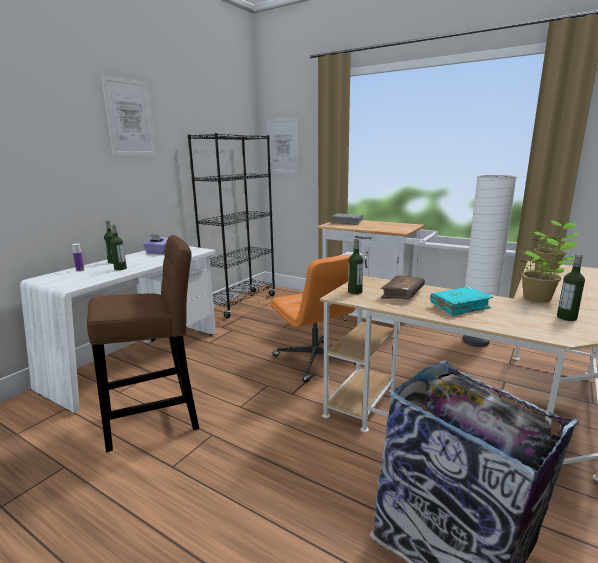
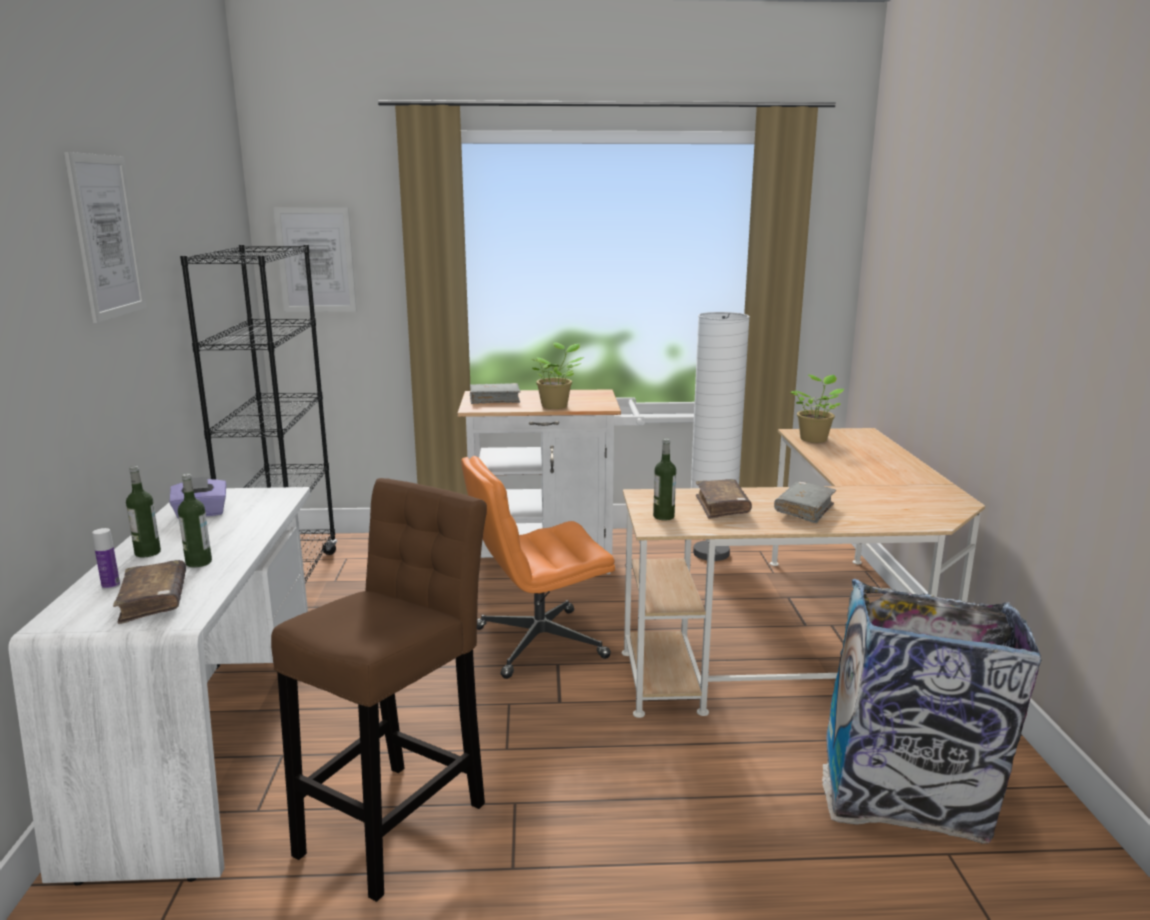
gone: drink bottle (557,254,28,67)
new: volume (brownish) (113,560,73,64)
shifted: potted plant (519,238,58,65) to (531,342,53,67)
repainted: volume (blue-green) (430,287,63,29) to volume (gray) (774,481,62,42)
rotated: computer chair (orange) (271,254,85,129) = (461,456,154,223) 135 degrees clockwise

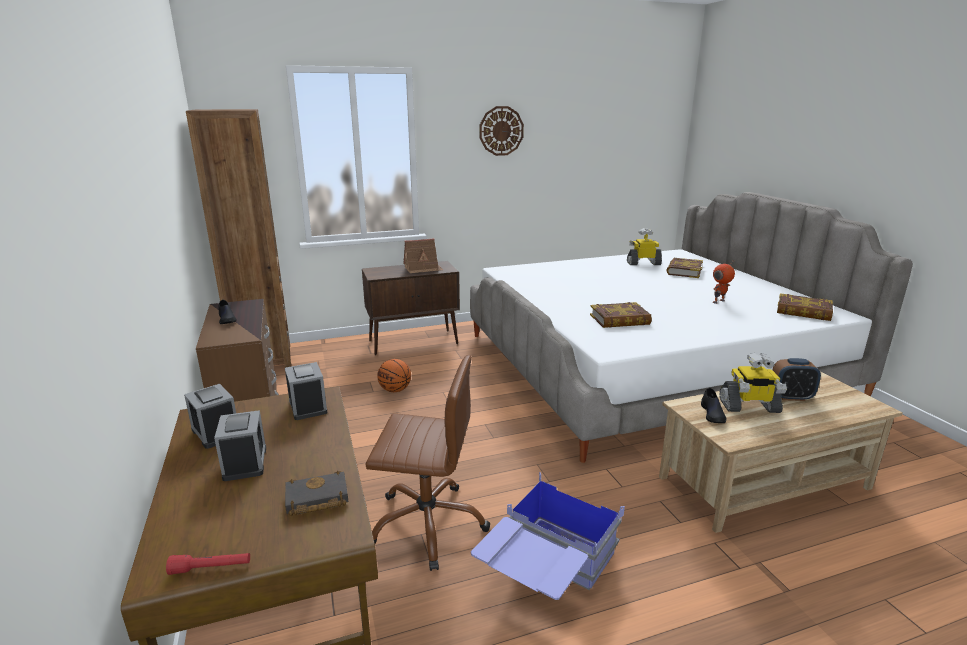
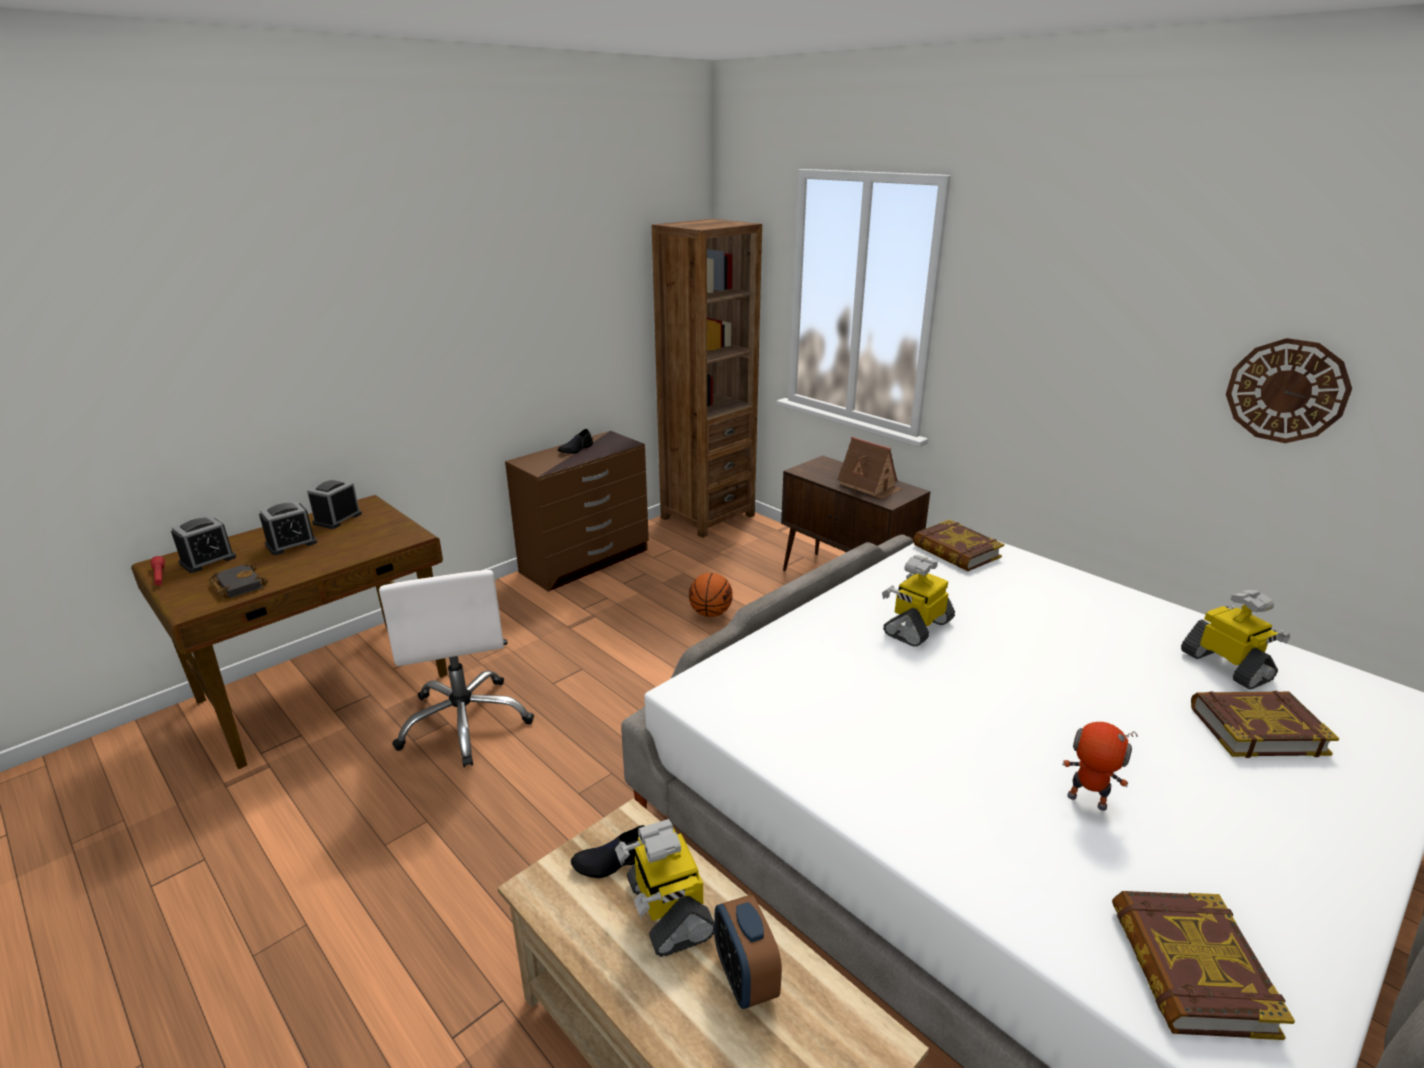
gone: storage box (blue-coloured) (471,472,154,128)
new: model robot (882,555,73,92)
shifted: table clock (285,362,42,58) to (171,516,65,57); clock on the wall (480,106,44,50) to (1226,338,126,105); volume (590,302,62,26) to (913,519,91,52)
repainted: computer chair (brownish) (366,355,124,216) to computer chair (white) (379,570,155,197)

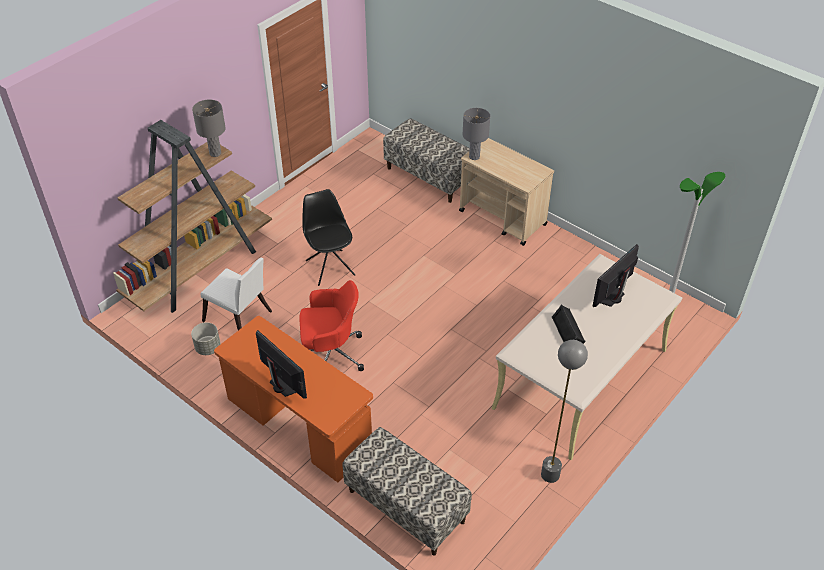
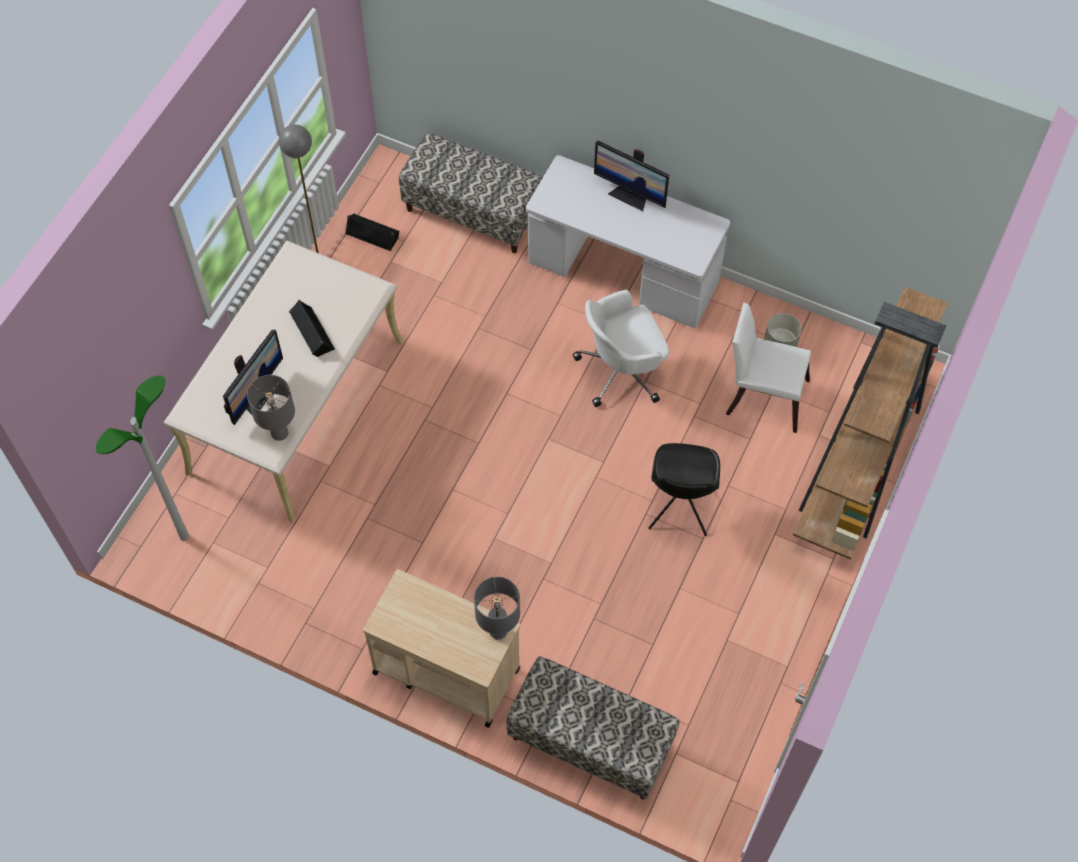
new: loudspeaker (black) (345,214,55,37)
shifted: lamp for a table (gray) (192,99,34,58) to (247,375,48,66)
repainted: desk table (orange) (214,316,159,167) to desk table (white) (526,155,204,173); computer chair (red) (299,280,65,91) to computer chair (white) (573,290,96,117)
rotated: upright chair (black) (302,189,54,97) = (648,443,72,93) 45 degrees clockwise

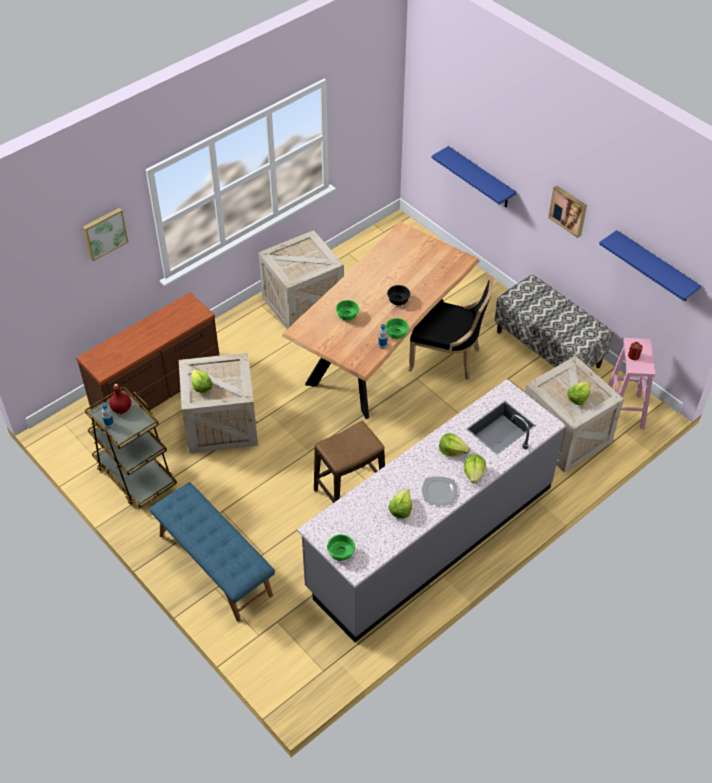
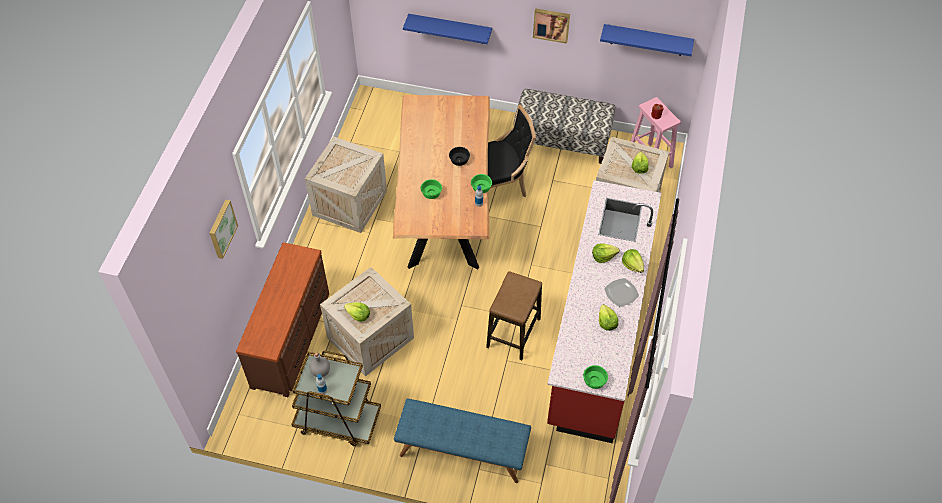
repainted: drink bottle (red) (109,384,22,30) to drink bottle (gray) (310,352,20,25); counter (gray) (297,379,269,263) to counter (red) (547,180,114,263)

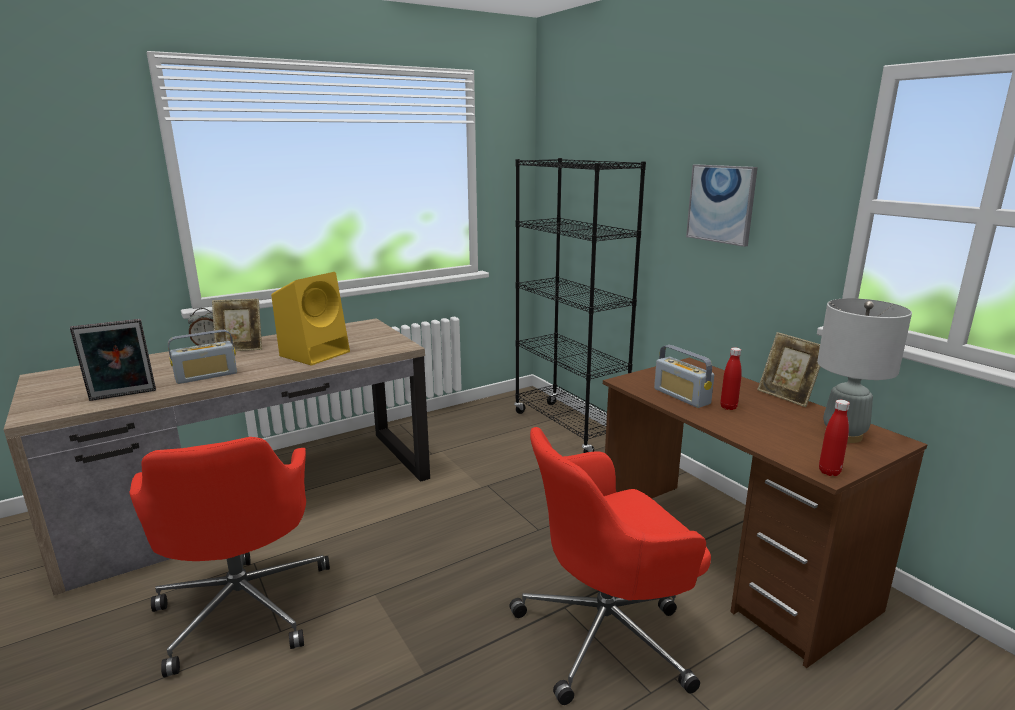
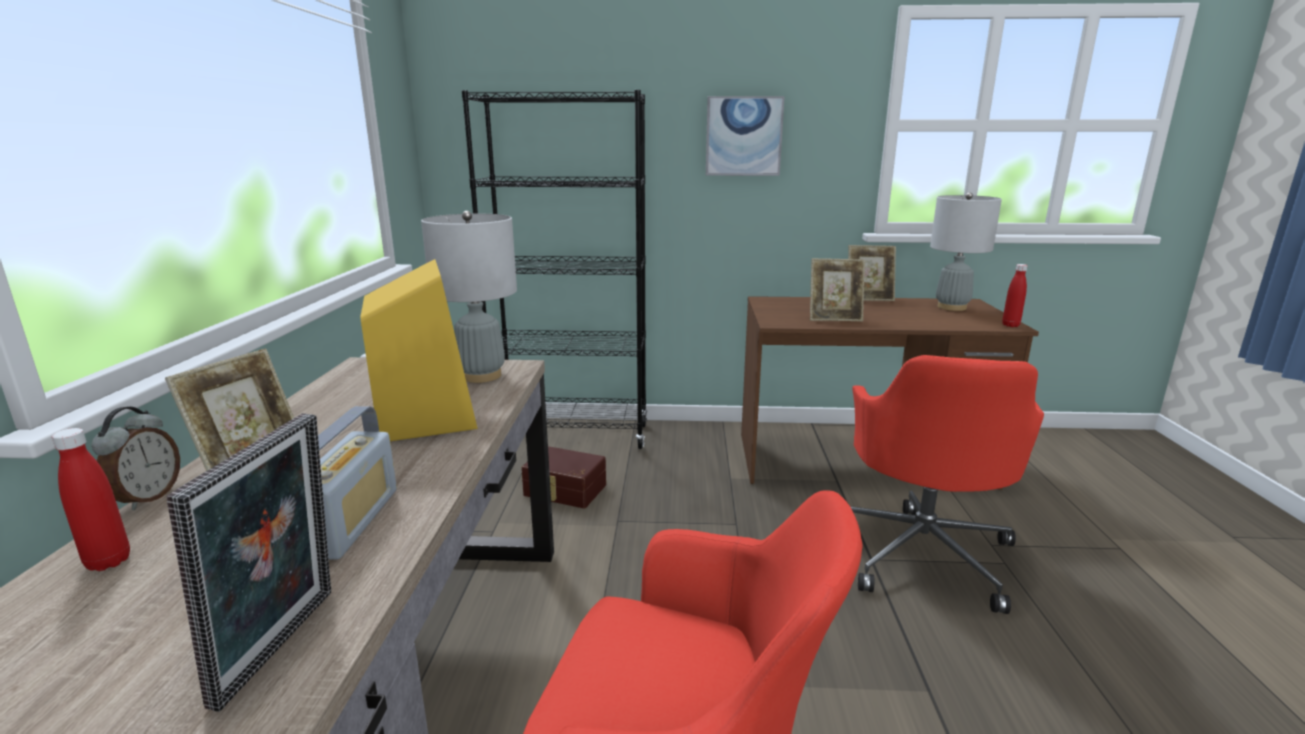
new: lamp for a table (gray) (421,211,96,172); storage box (brownish) (521,446,85,62)
shifted: drink bottle (red) (720,348,22,62) to (52,428,78,143)
swapped: radio receiver (654,345,60,63) to standing frame (810,258,55,63)

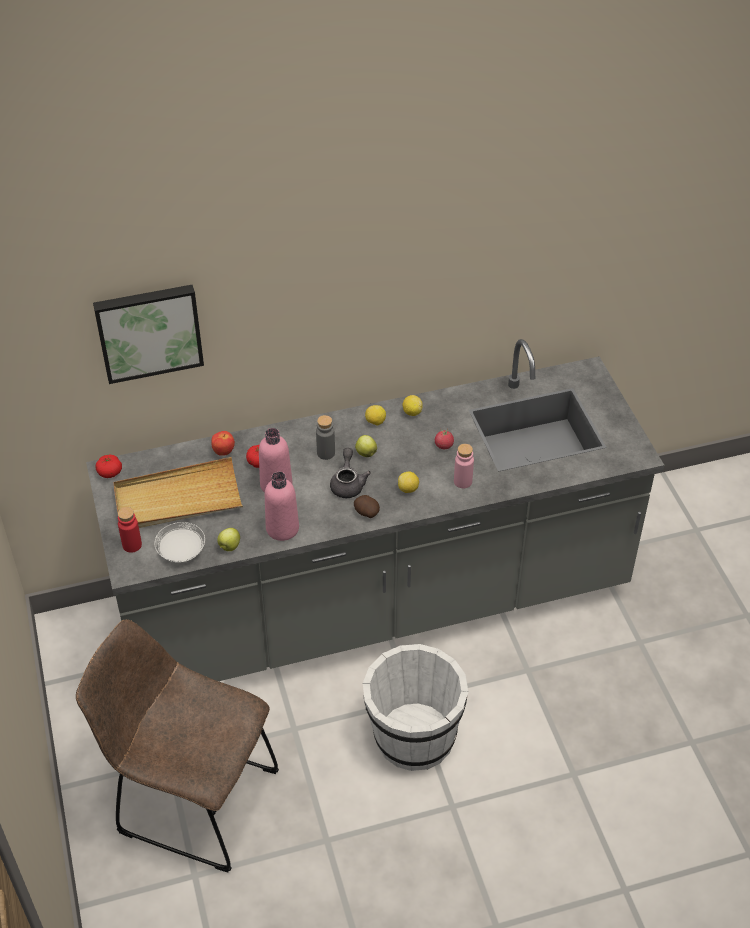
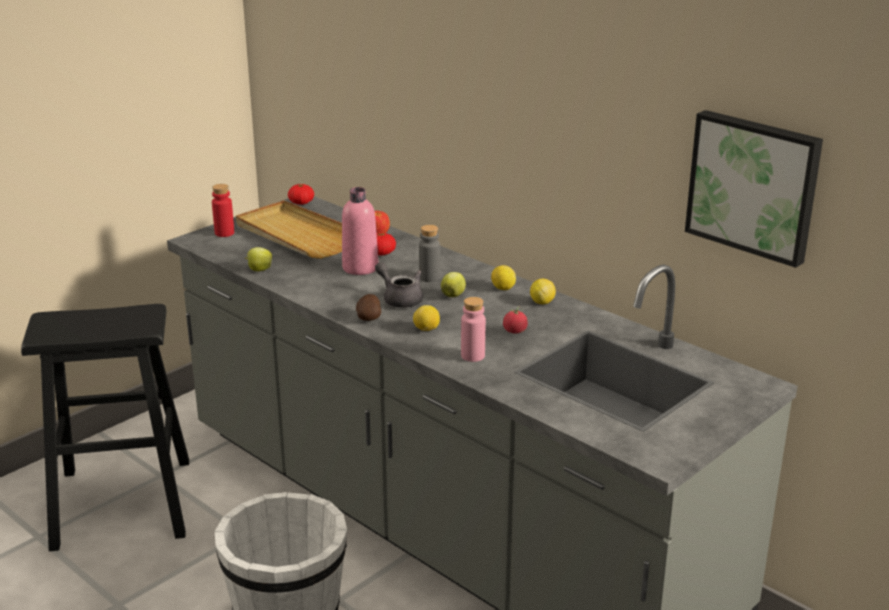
gone: flat dish (white) (155,522,50,40); drink bottle (pinkish) (265,472,34,69)
shifted: wall art (93,285,111,99) to (685,110,138,158)
swapped: upright chair (brownish) (76,619,203,253) to stool seat (black) (21,304,168,247)
rotated: teapot (gray) (330,448,41,50) = (375,262,48,46) 105 degrees counterclockwise

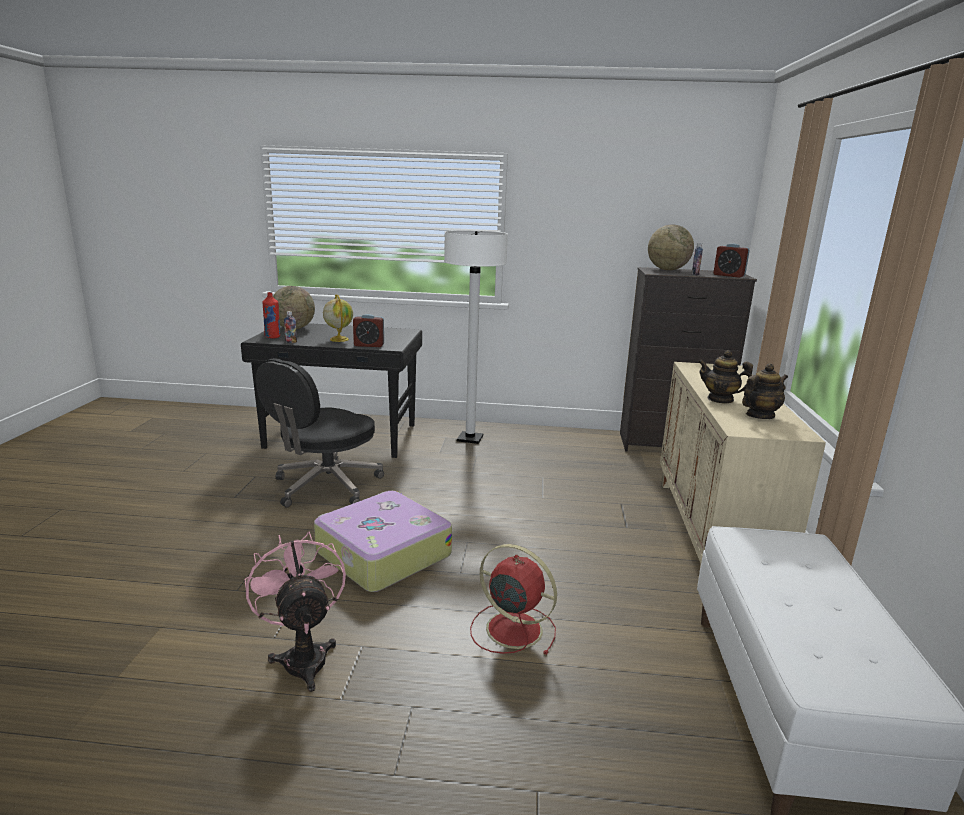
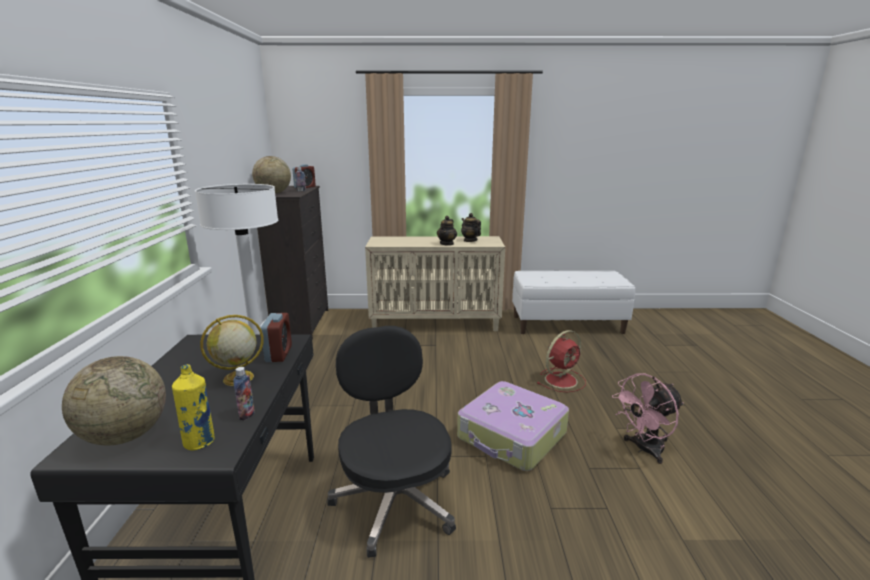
repainted: drink bottle (red) (262,292,18,47) to drink bottle (yellow) (172,364,43,87)
rotated: computer chair (black) (256,358,128,150) = (327,326,129,232) 135 degrees counterclockwise; cooling fan (red) (470,544,87,111) = (537,330,49,63) 150 degrees counterclockwise

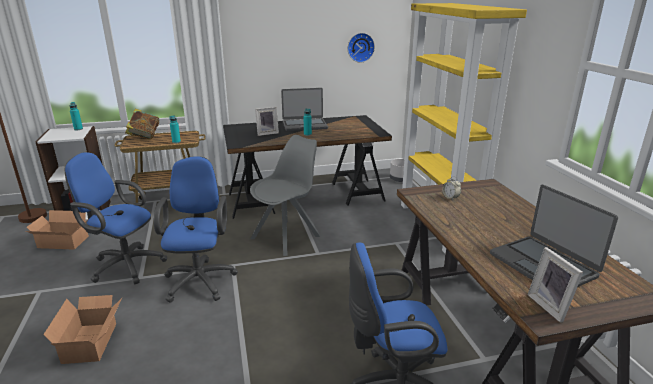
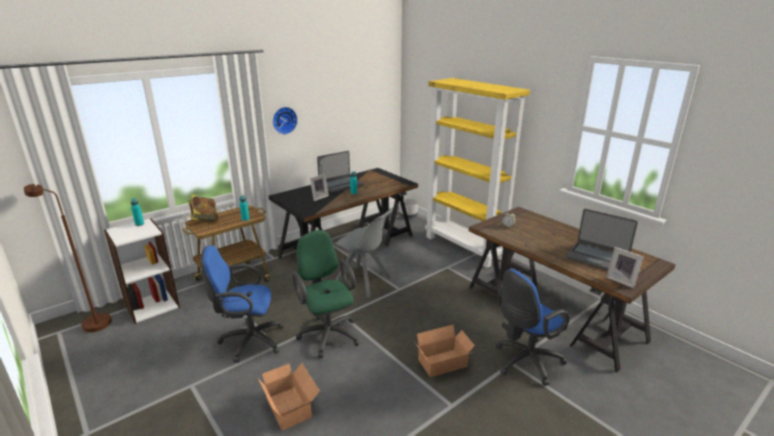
shifted: carton (26,210,63,40) to (415,325,60,53); clock on the wall (348,33,27,29) to (273,107,25,27)
repainted: computer chair (blue-coloured) (154,156,84,147) to computer chair (green) (292,230,68,128)
rotated: upright chair (gray) (250,135,70,121) = (334,208,58,90) 105 degrees clockwise

